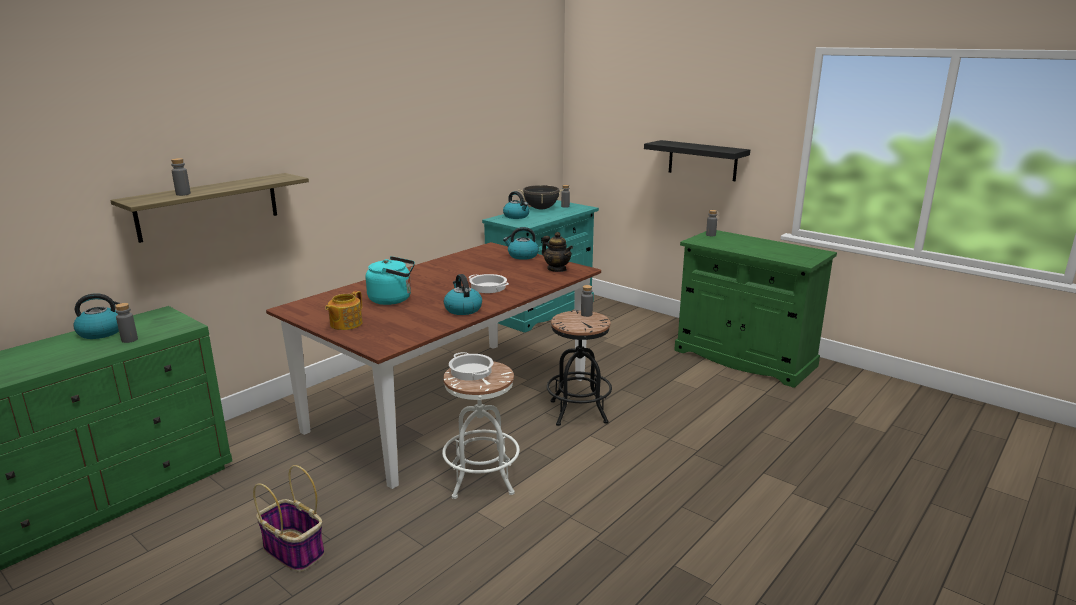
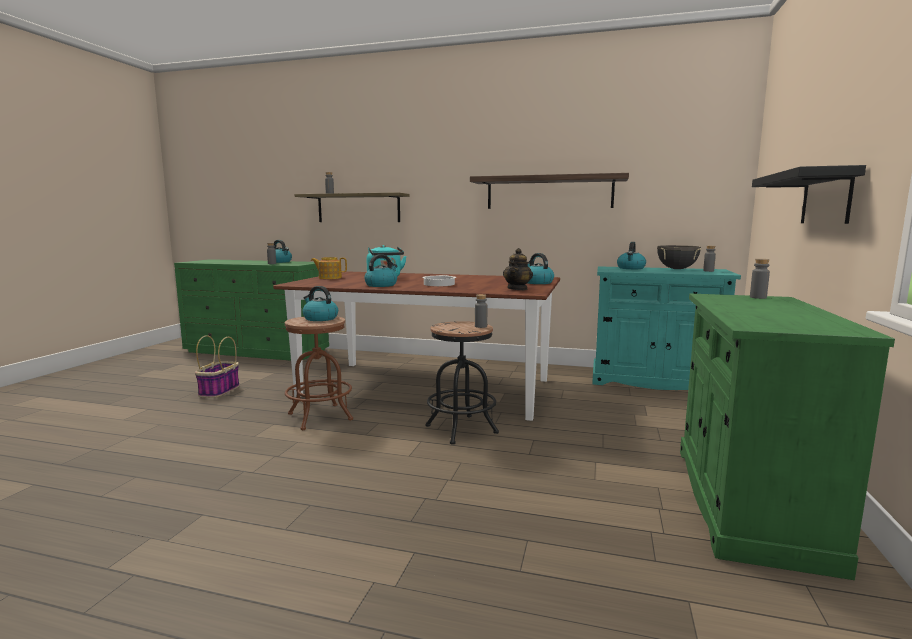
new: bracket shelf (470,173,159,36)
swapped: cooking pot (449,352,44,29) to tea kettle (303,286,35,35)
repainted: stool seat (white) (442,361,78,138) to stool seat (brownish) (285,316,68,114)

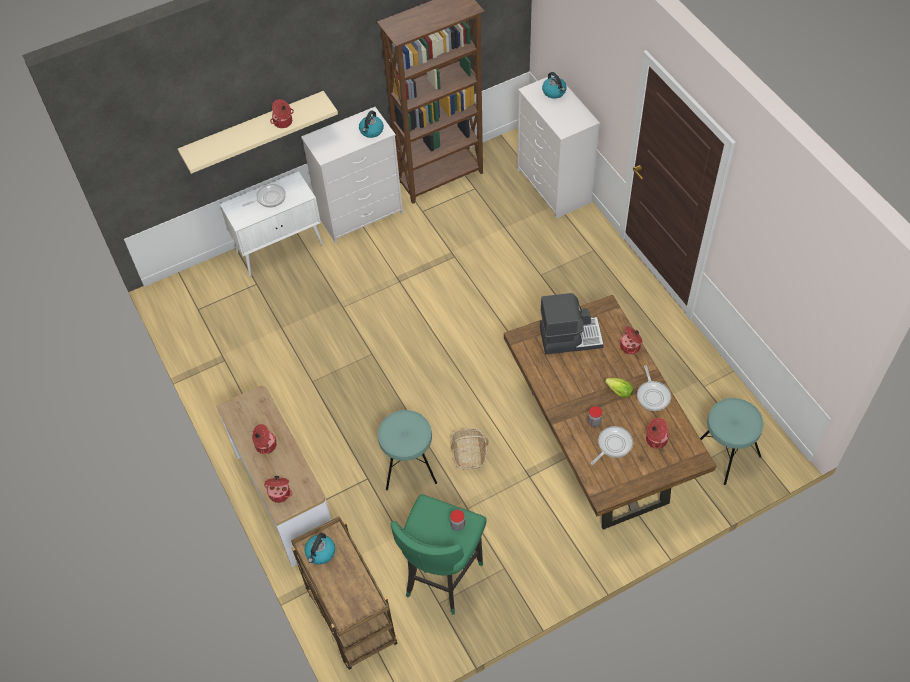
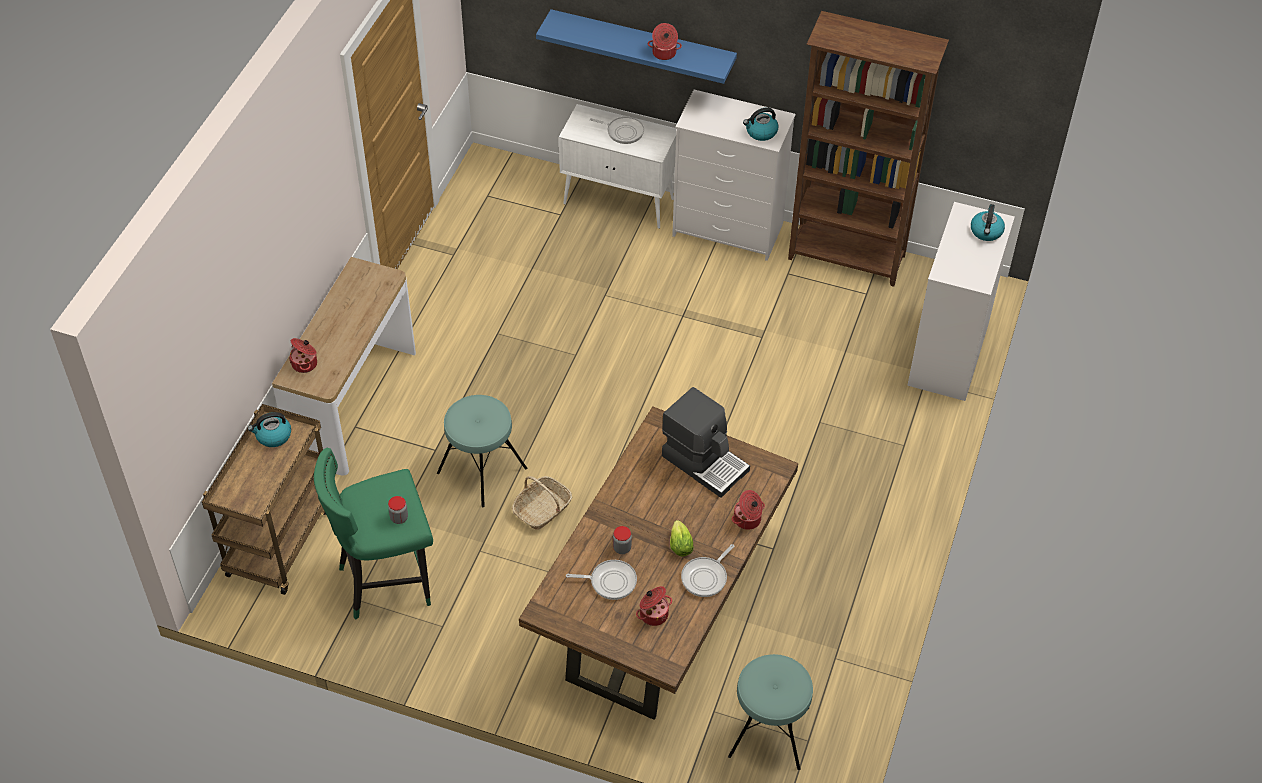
gone: cooking pot (252,424,24,30)
repainted: bracket shelf (beige-coloured) (178,91,160,83) to bracket shelf (blue-coloured) (536,9,201,75)

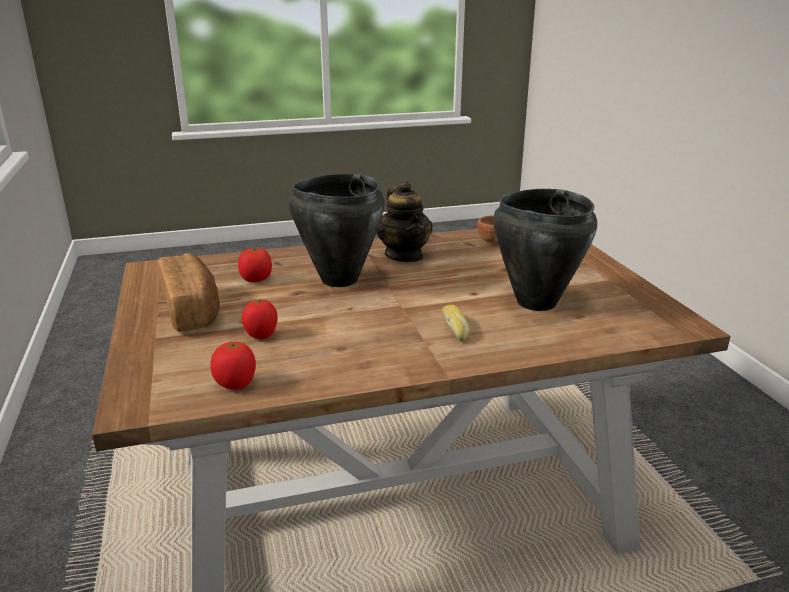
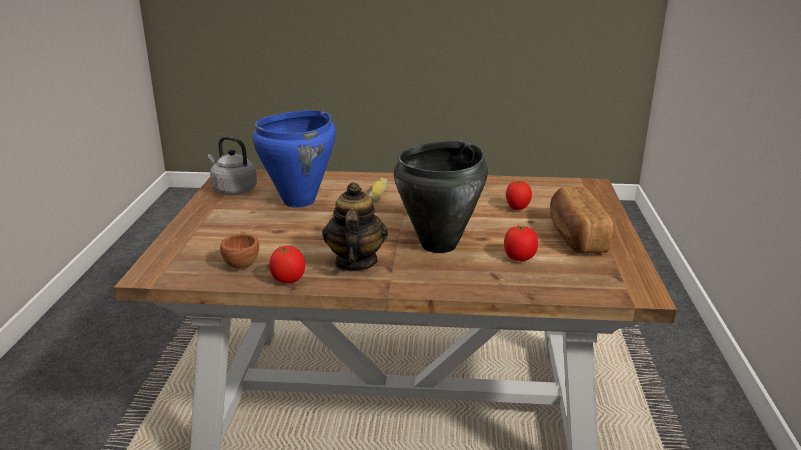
new: tea kettle (gray) (208,136,49,59)
shifted: whole tomato (210,341,46,49) to (269,246,36,37)
repainted: cooking pot (black) (493,189,104,122) to cooking pot (blue-coloured) (252,110,84,98)

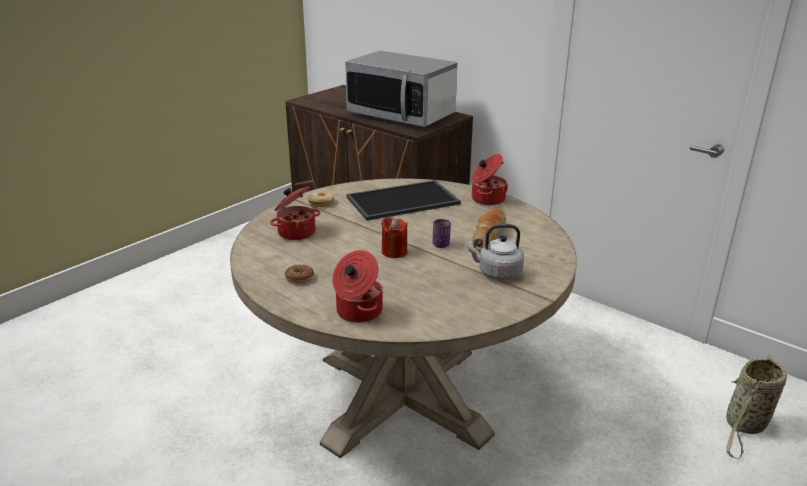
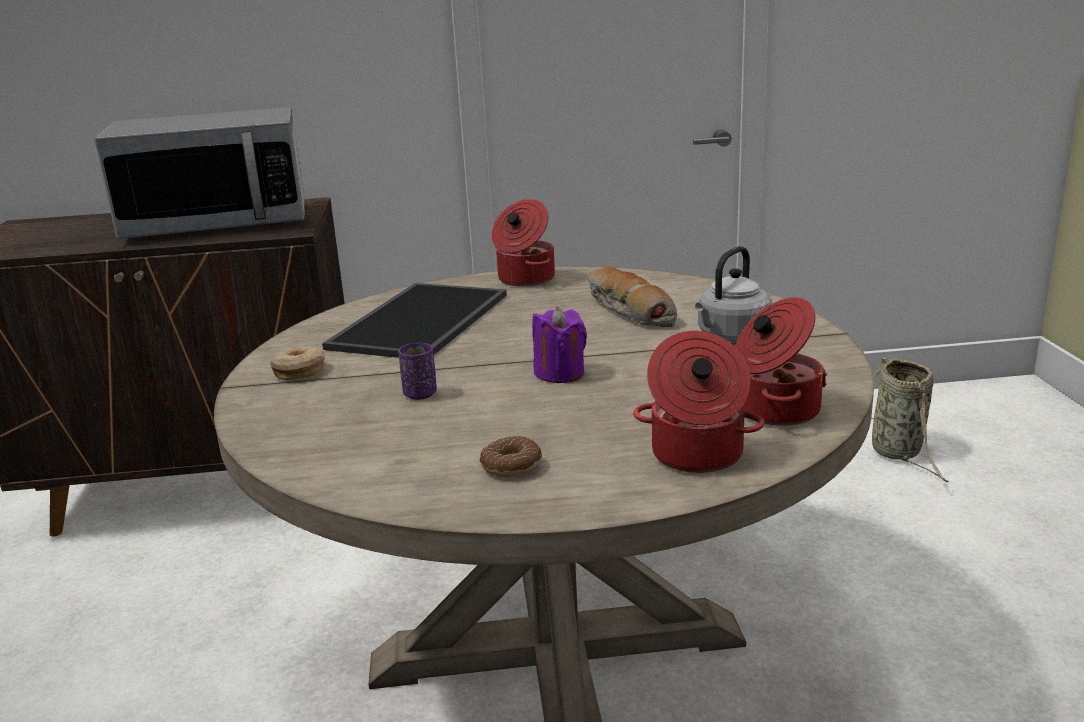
shifted: cooking pot (270,186,51,54) to (735,297,92,129); small cup (purple) (433,219,18,29) to (398,343,39,57)
repainted: wax candle (red) (381,217,26,41) to wax candle (purple) (532,307,55,76)

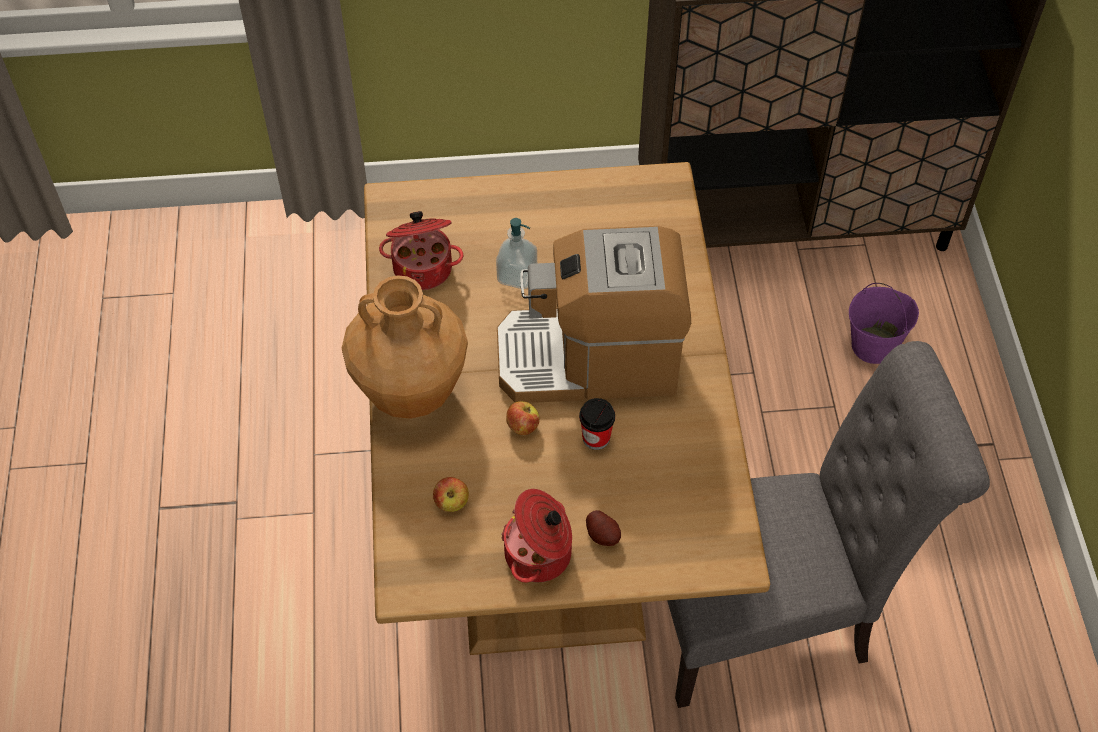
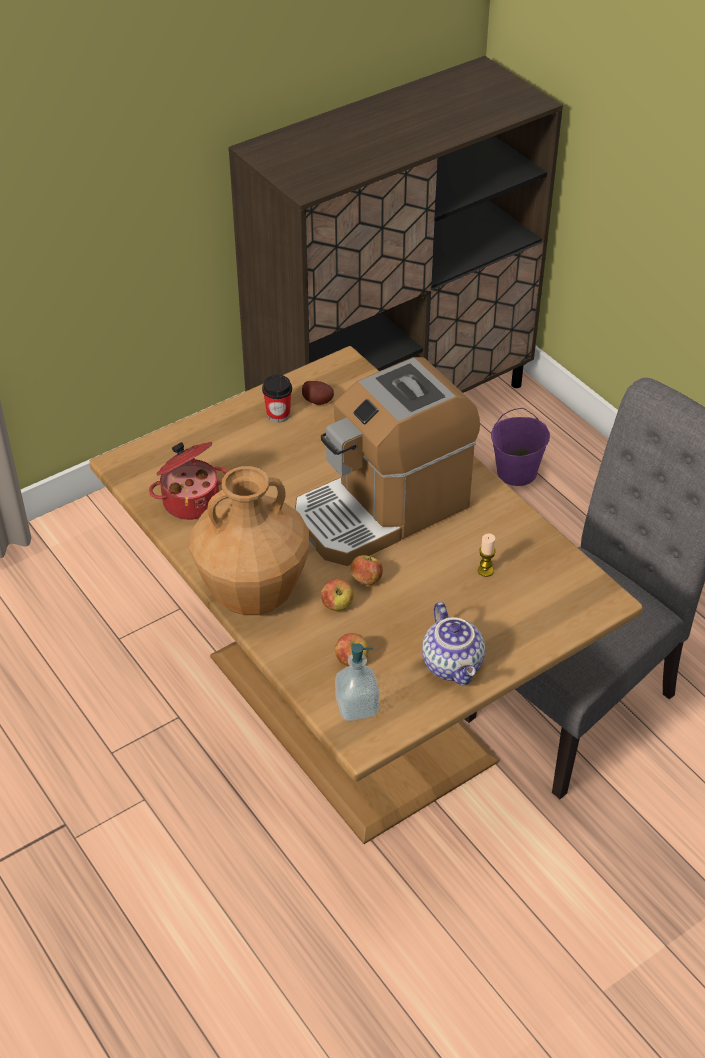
new: apple (321,579,33,32); wax candle (478,533,18,44)
shifted: soap bottle (496,218,41,71) to (335,643,44,78); small cup (579,398,36,52) to (262,375,30,48); whole potato (586,510,35,36) to (302,381,32,24)
swapped: cooking pot (501,489,71,94) to teapot (422,602,63,83)

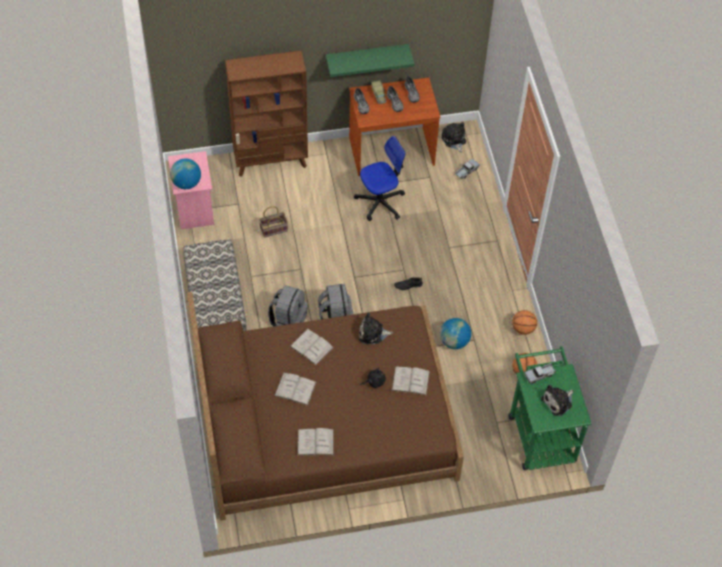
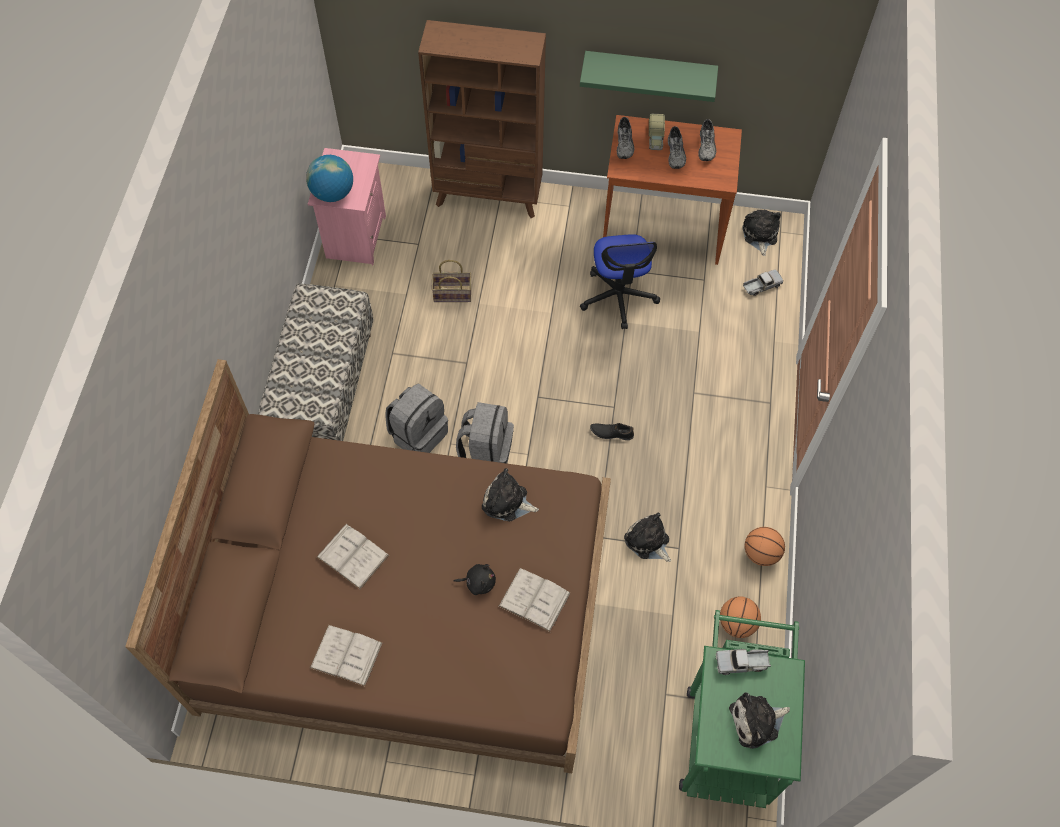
gone: volume (white) (289,329,45,37)
swapped: globe (440,318,31,31) to plush toy (624,513,47,49)
rotated: computer chair (354,136,52,85) = (580,234,80,95) 90 degrees clockwise

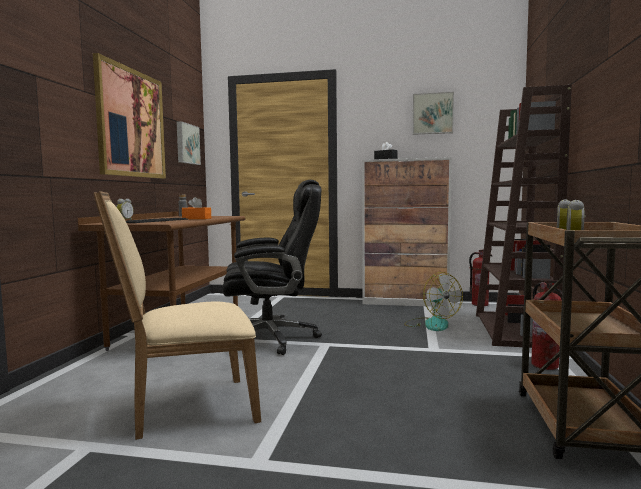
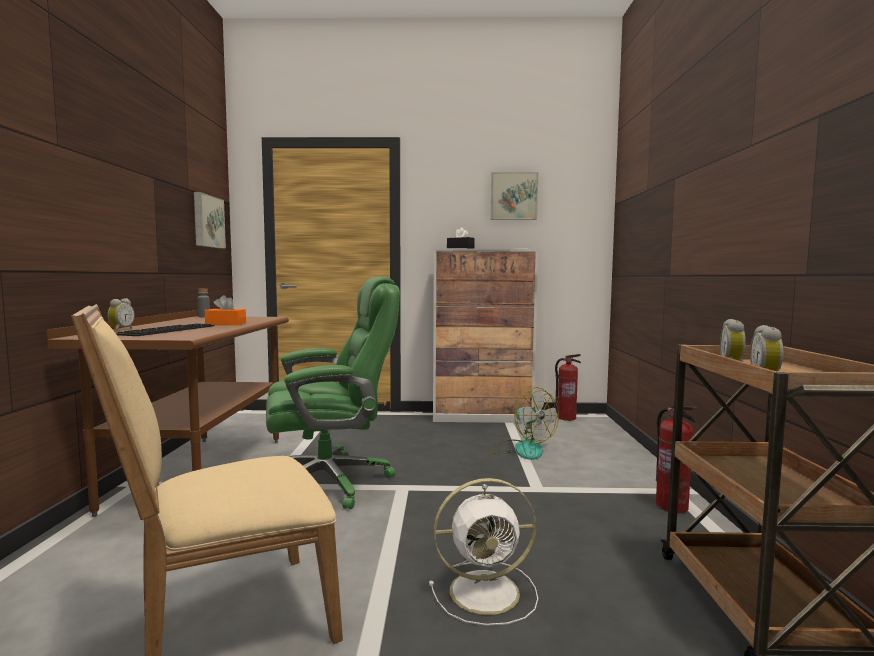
gone: wall art (93,53,73,126); bookshelf (brownish) (476,85,96,263)
new: cooling fan (white) (429,478,109,148)
repainted: computer chair (black) (222,180,100,175) to computer chair (green) (266,276,134,233)

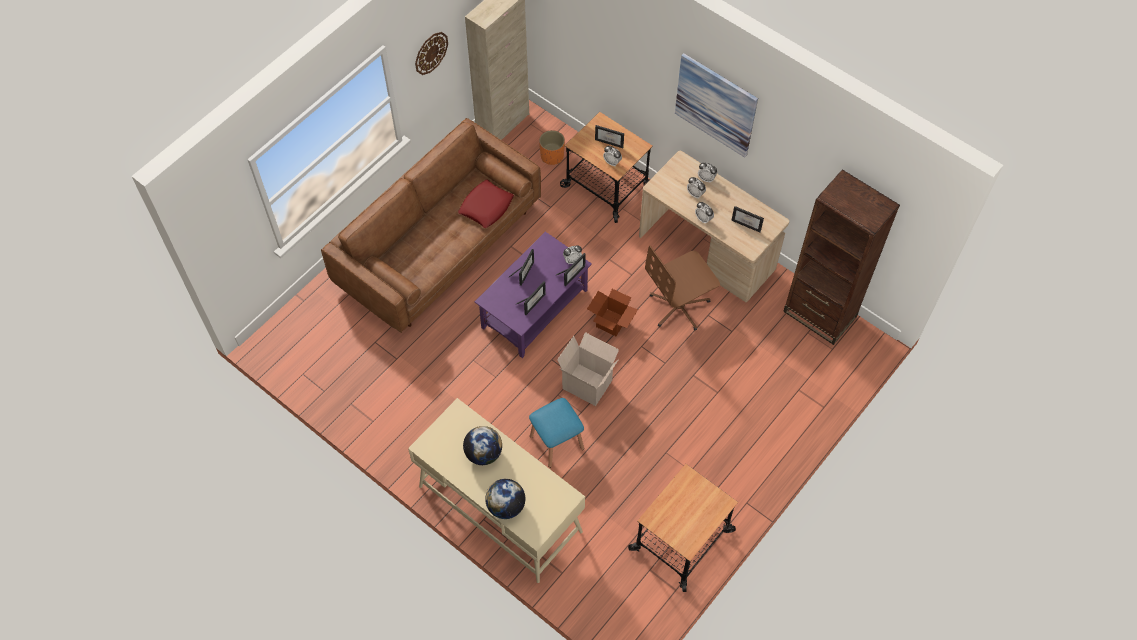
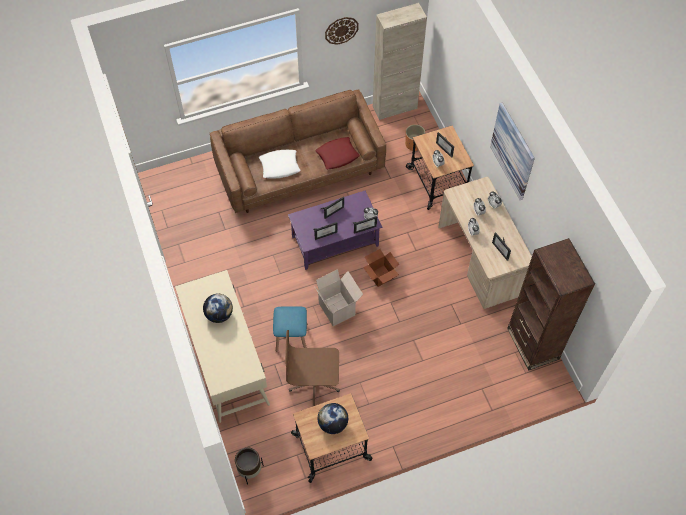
new: plant pot (brownish) (235,448,29,37); throw pillow (white) (259,150,41,28)
shifted: globe (485,479,40,40) to (318,403,30,31); computer chair (brownish) (645,246,75,84) to (285,330,55,76)

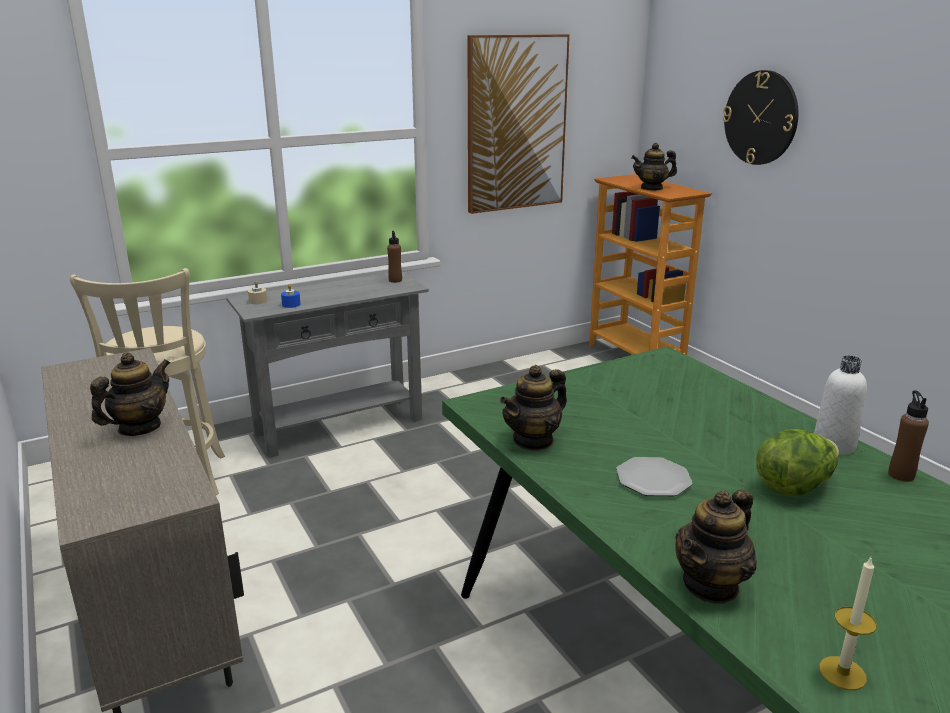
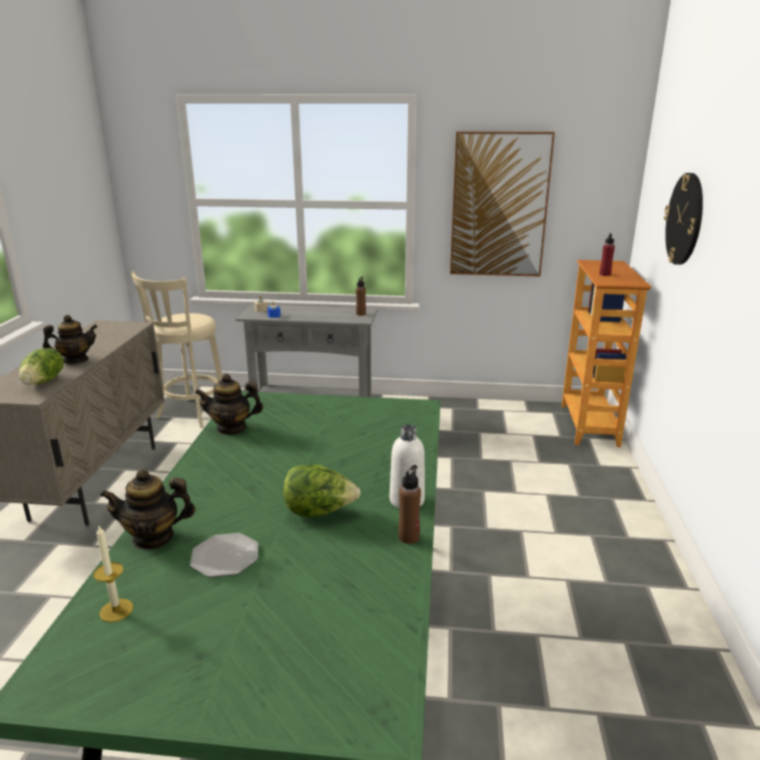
new: lettuce head (19,348,45,37)
shifted: flat dish (616,457,77,39) to (190,533,68,45)
swapped: teapot (631,143,46,48) to drink bottle (red) (599,233,16,43)

